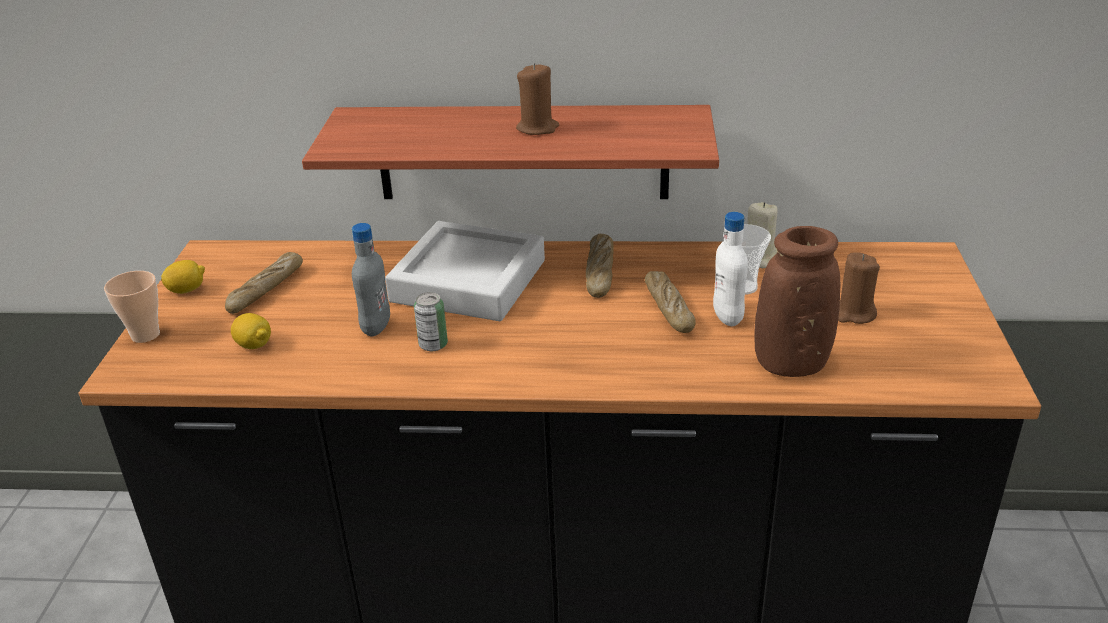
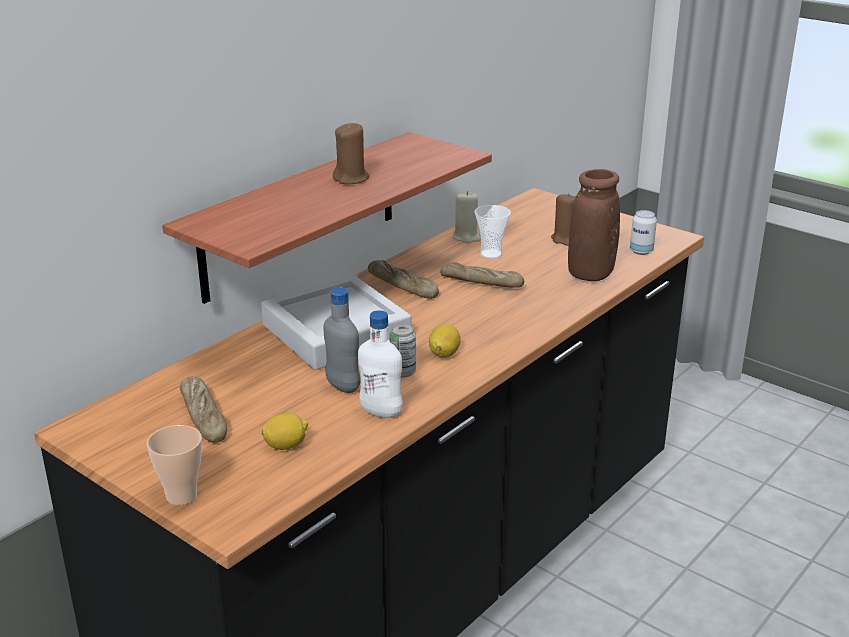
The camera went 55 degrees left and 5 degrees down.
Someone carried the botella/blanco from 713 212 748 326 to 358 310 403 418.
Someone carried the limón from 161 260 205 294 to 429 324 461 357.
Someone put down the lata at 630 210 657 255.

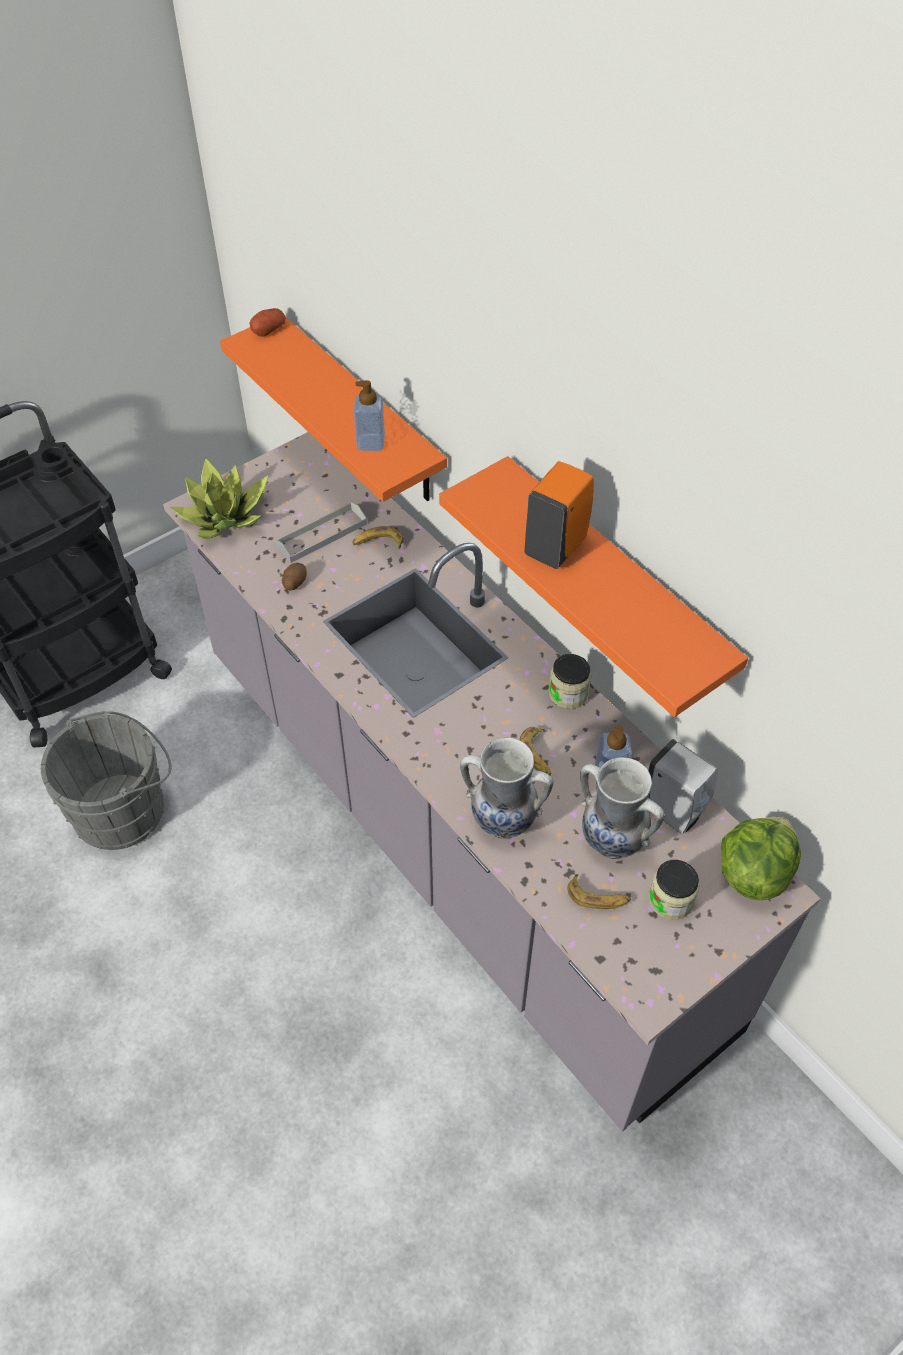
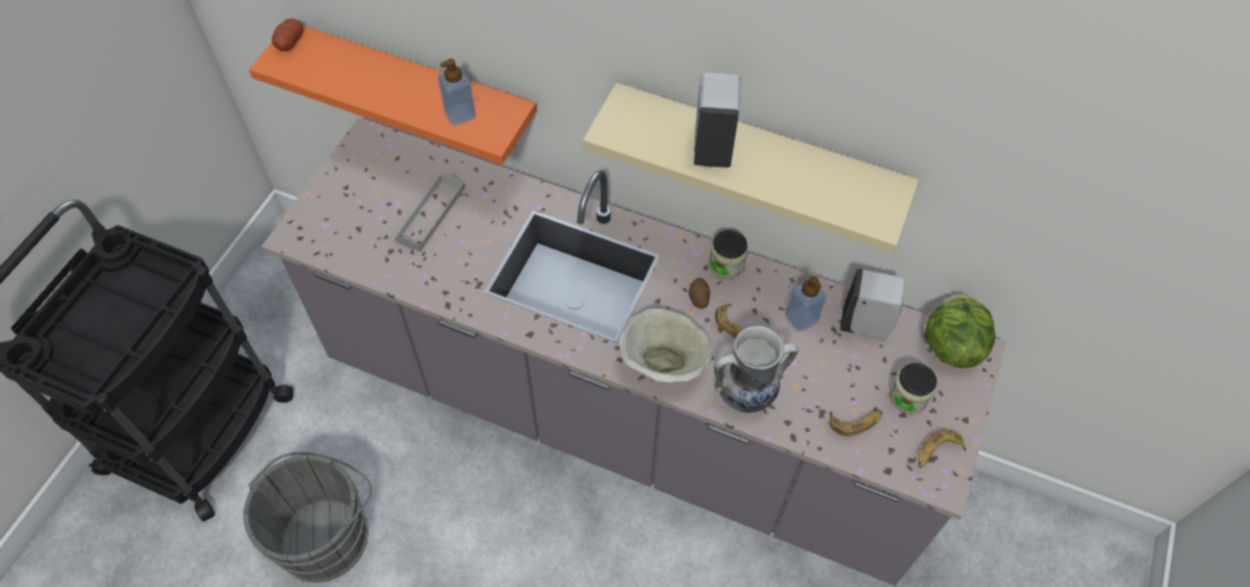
The camera went 30 degrees left and 5 degrees up.
Someone repainted the estante/naranja at 439 456 748 717, which became the estante/beis at 583 82 919 253.
Someone took away the planta en maceta at 170 457 268 539.
Someone repainted the dispensador de jabón/naranja at 524 461 594 569, which became the dispensador de jabón/blanco at 694 72 741 168.
Someone carried the plátano from 352 526 404 549 to 918 430 966 468.
Someone carried the patata from 282 563 307 590 to 689 279 710 309.
Someone took away the florero at 580 757 665 859.
Someone put down the cuenco/beis at 620 308 713 383.

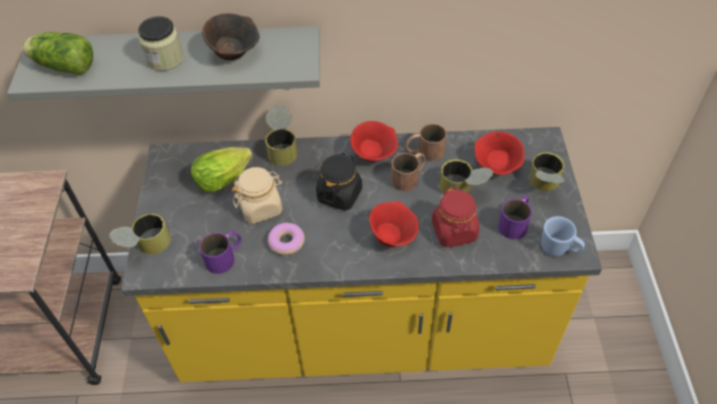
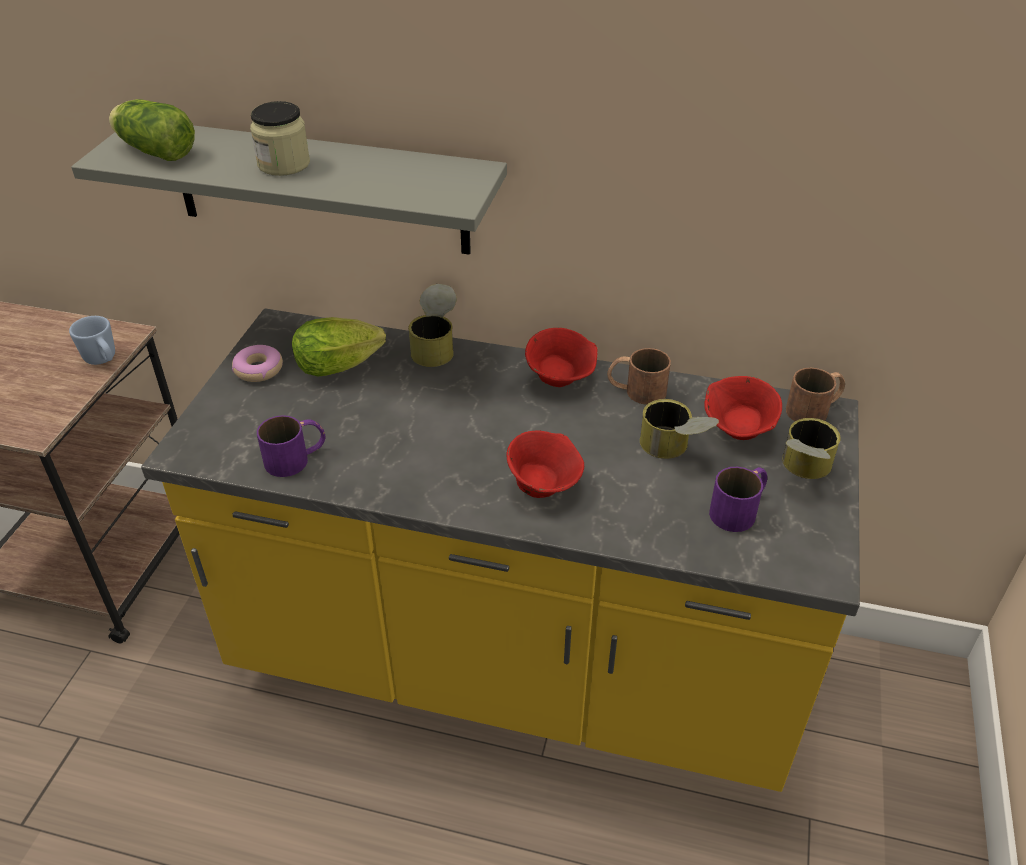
The camera went 15 degrees right and 10 degrees down.
Someone took away the cuenco/marrón at 202 13 260 60.
Someone took away the tarro/negro at 316 153 362 211.
Someone carried the taza grande/marrón from 391 153 426 192 to 786 368 845 421.
Someone took away the tarro/beis at 232 167 282 224.
Someone took away the tarro/rojo at 432 187 479 247.
Someone took away the lata at 109 213 171 254.
Someone carried the taza grande/azul from 541 216 585 256 to 69 316 115 365.
Someone carried the rosquilla from 268 223 305 255 to 232 345 283 382.

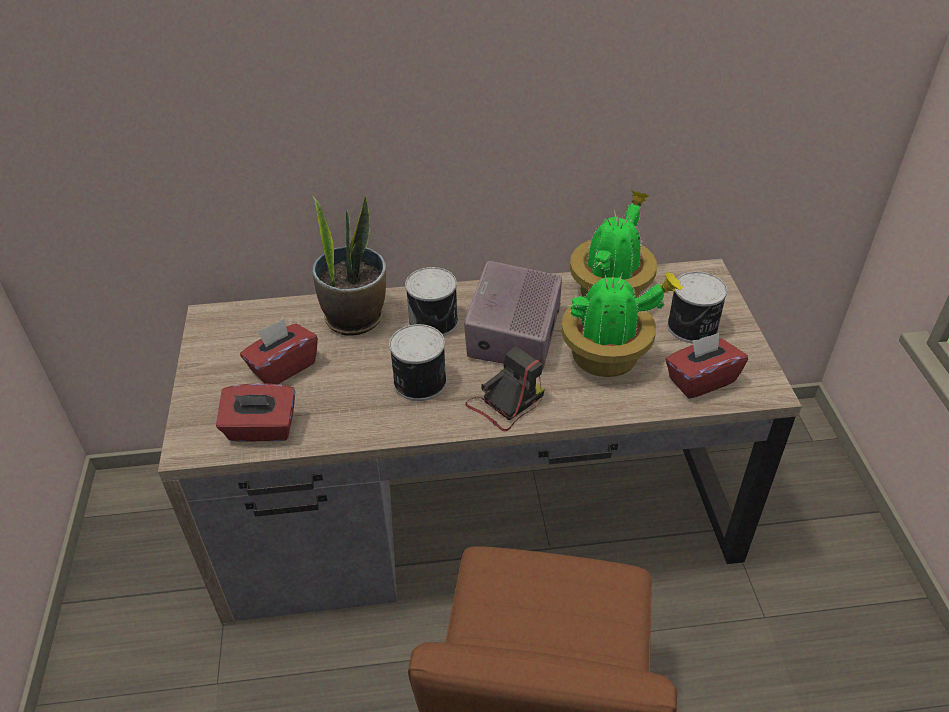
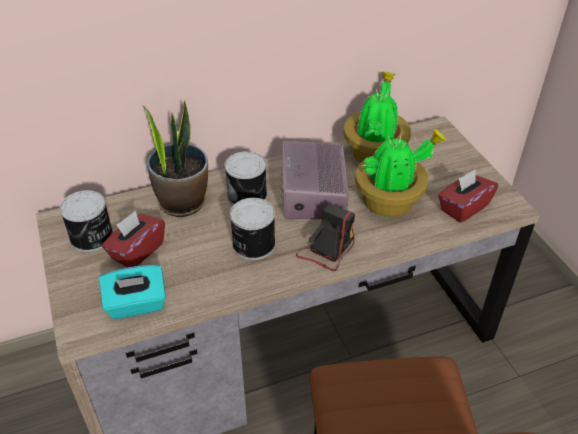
The camera went 15 degrees left and 0 degrees up.
Someone carried the lata from 667 271 727 343 to 60 190 113 252.
Someone repainted the caja de pañuelos/rojo at 216 383 295 442, which became the caja de pañuelos/turquesa at 99 265 166 319.

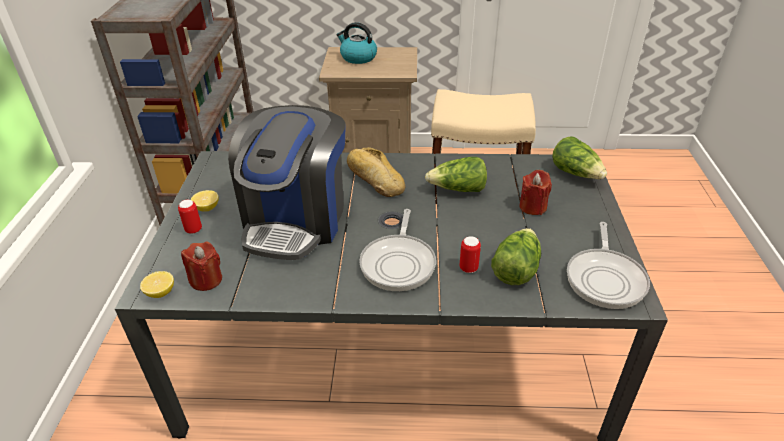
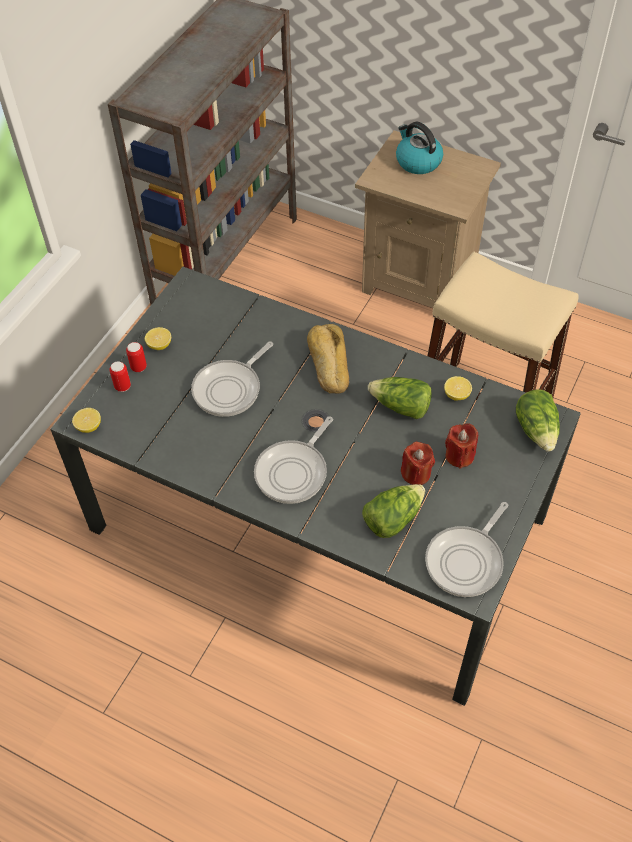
The camera went 25 degrees right and 15 degrees up.
Someone swapped the cafetera at 228 105 346 260 for the sartén at 191 341 273 417.
Someone carried the lata from 459 236 481 273 to 110 361 131 392.
Someone carried the vela/rojo from 181 242 222 291 to 401 442 435 485.
Someone put down the limón at 444 376 472 401.

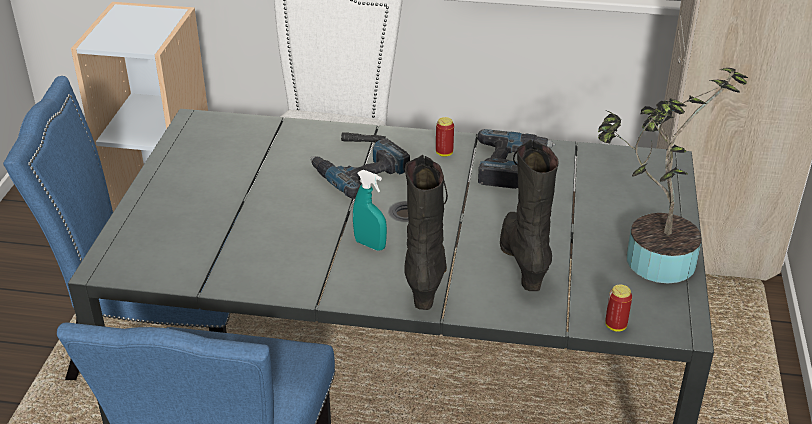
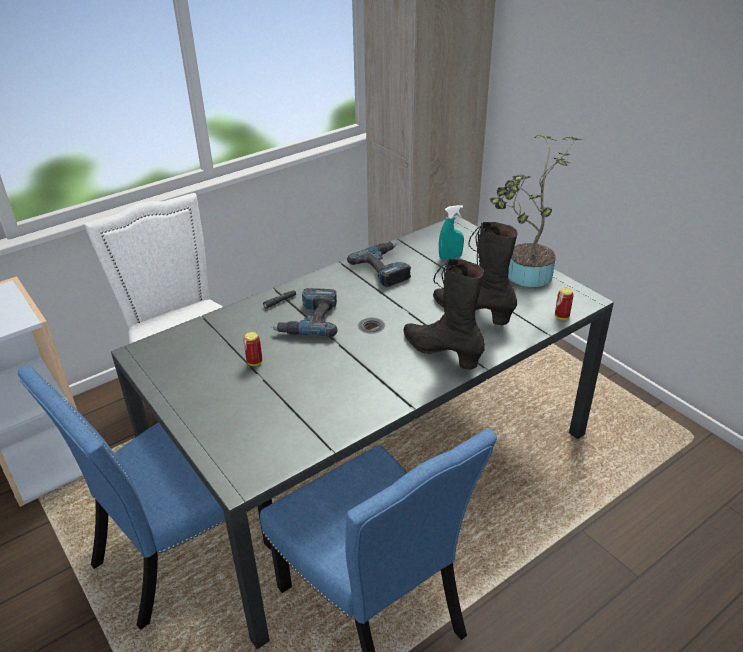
The camera went 45 degrees left and 0 degrees up.
Someone carried the lata from 436 117 454 157 to 243 332 262 366.
Someone carried the pulverizador/turquesa from 353 170 387 251 to 439 205 464 260.

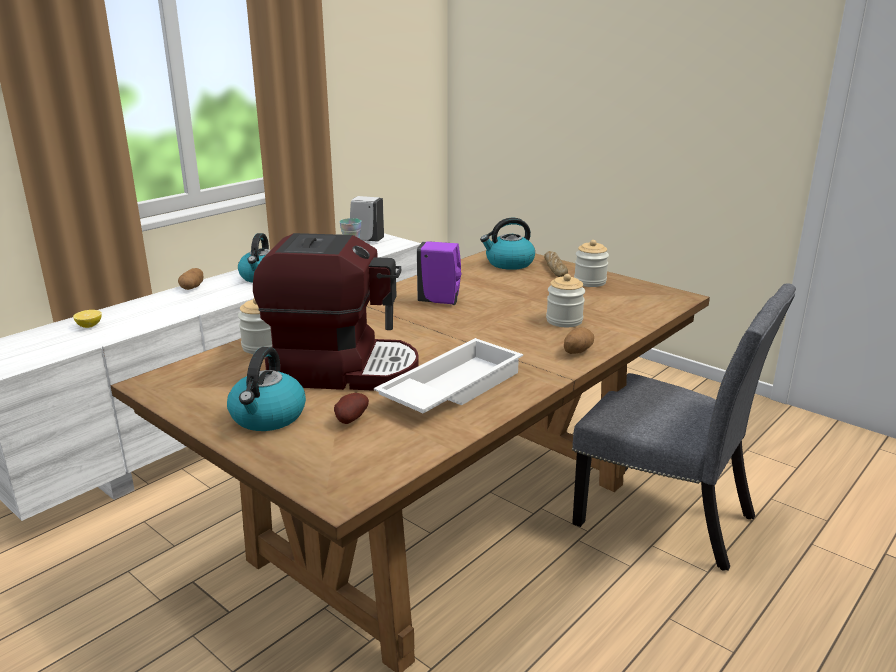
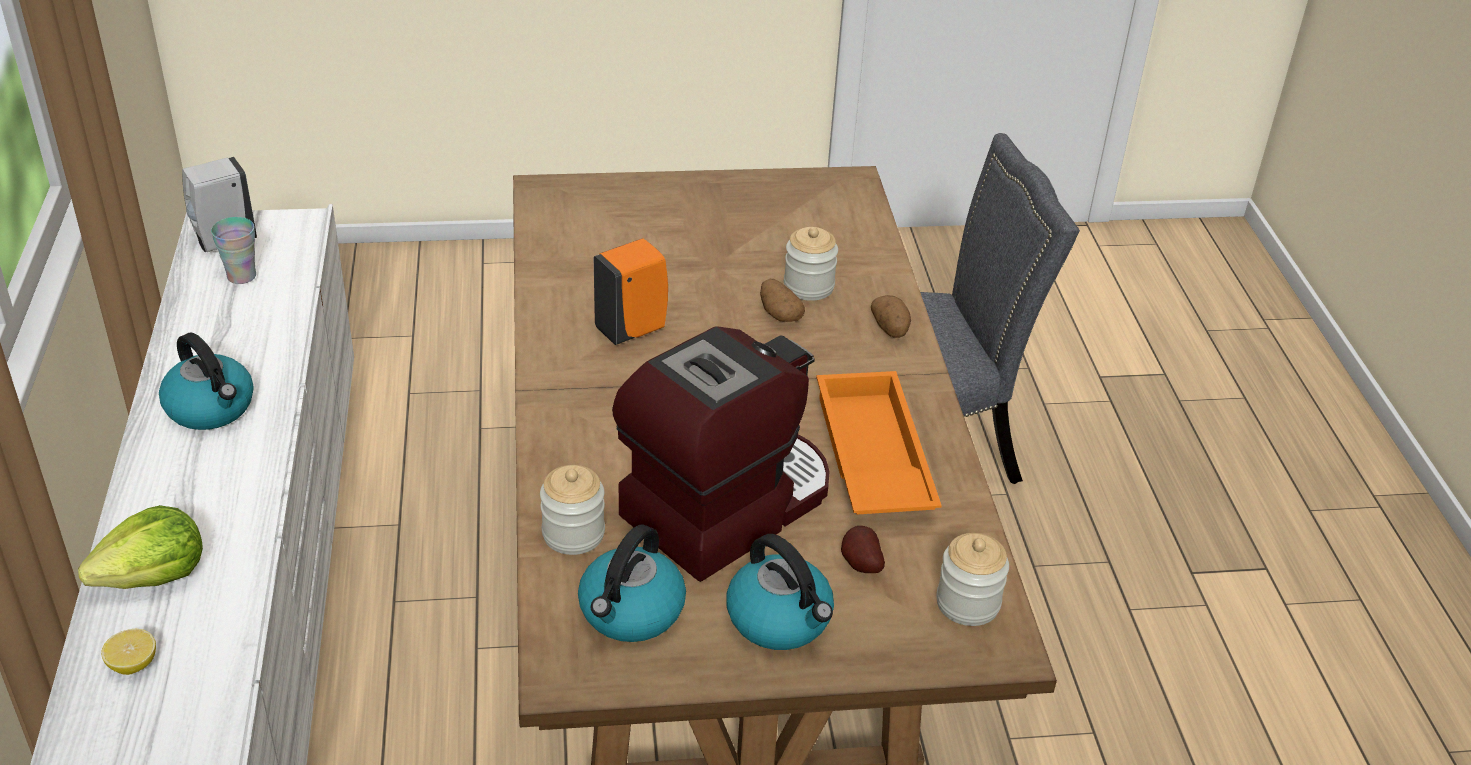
The camera went 50 degrees left and 15 degrees up.
Someone carried the hervidor from 480 218 535 270 to 578 525 686 642.
Someone carried the tarro from 574 240 609 287 to 936 533 1009 626.
Someone repainted the dispensador de jabón/morado at 417 241 461 305, which became the dispensador de jabón/naranja at 594 238 668 345.
Someone took away the pan at 544 251 568 277.
Someone carried the patata from 178 268 203 290 to 760 279 805 322.
Someone repainted the bandeja/blanco at 374 338 523 413, which became the bandeja/naranja at 816 371 942 515.
Someone put down the lechuga at 78 505 203 589.

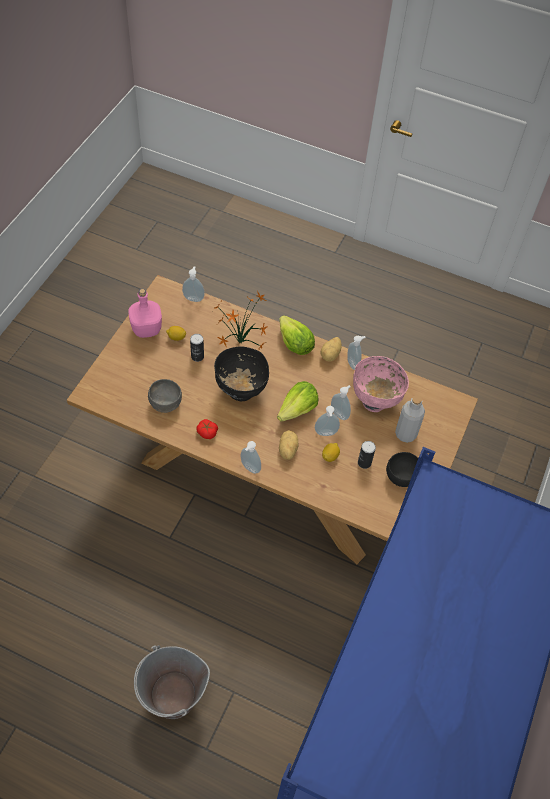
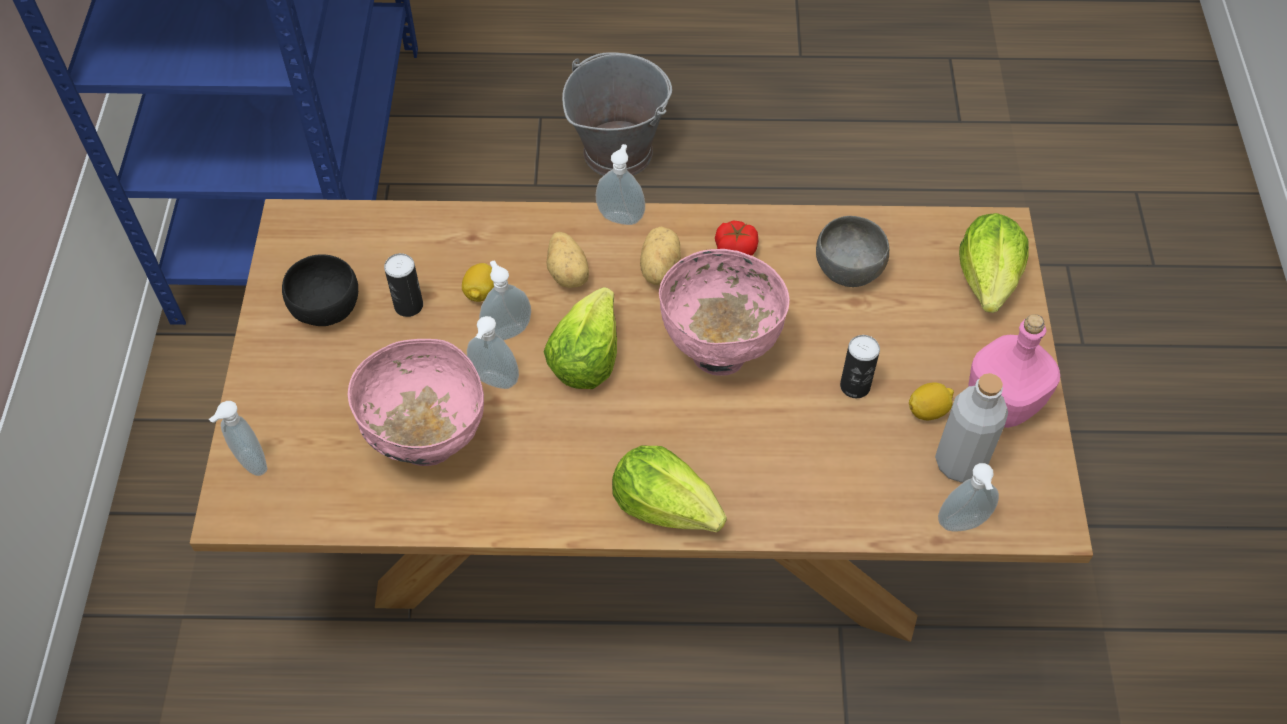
The camera went 160 degrees right and 0 degrees up.
Someone took away the planta en maceta at 214 293 268 351.
Someone carried the dispensador de jabón from 347 336 365 370 to 209 401 268 476.
Someone carried the patata from 320 337 342 362 to 640 227 681 285.
Someone repainted the cuenco/negro at 214 346 269 401, which became the cuenco/rosa at 659 249 790 376.
Someone carried the botella/gris from 395 395 425 443 to 935 373 1008 483.
Someone put down the lechuga at 959 213 1029 313.

